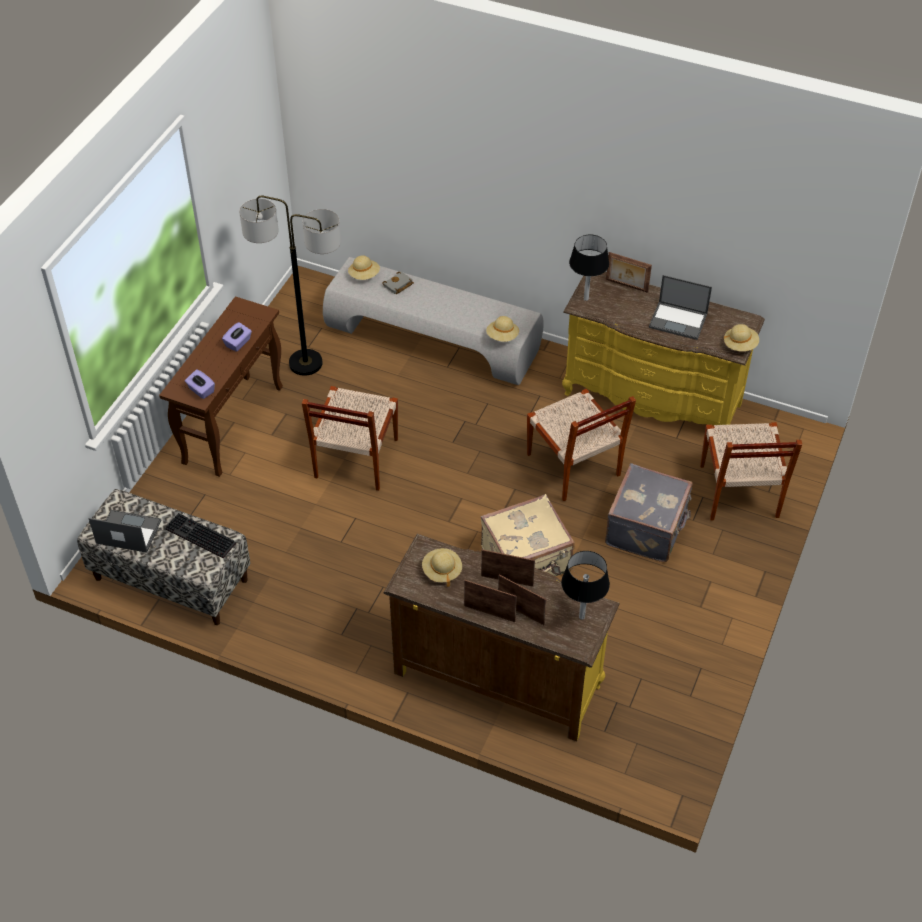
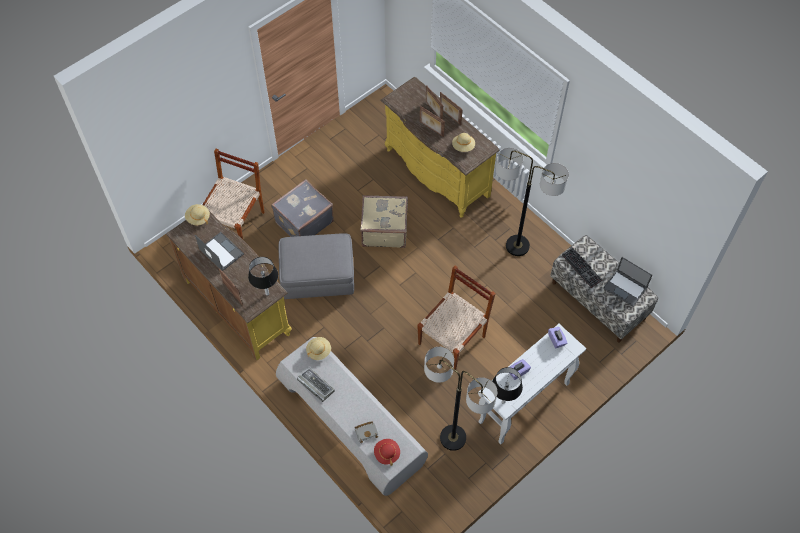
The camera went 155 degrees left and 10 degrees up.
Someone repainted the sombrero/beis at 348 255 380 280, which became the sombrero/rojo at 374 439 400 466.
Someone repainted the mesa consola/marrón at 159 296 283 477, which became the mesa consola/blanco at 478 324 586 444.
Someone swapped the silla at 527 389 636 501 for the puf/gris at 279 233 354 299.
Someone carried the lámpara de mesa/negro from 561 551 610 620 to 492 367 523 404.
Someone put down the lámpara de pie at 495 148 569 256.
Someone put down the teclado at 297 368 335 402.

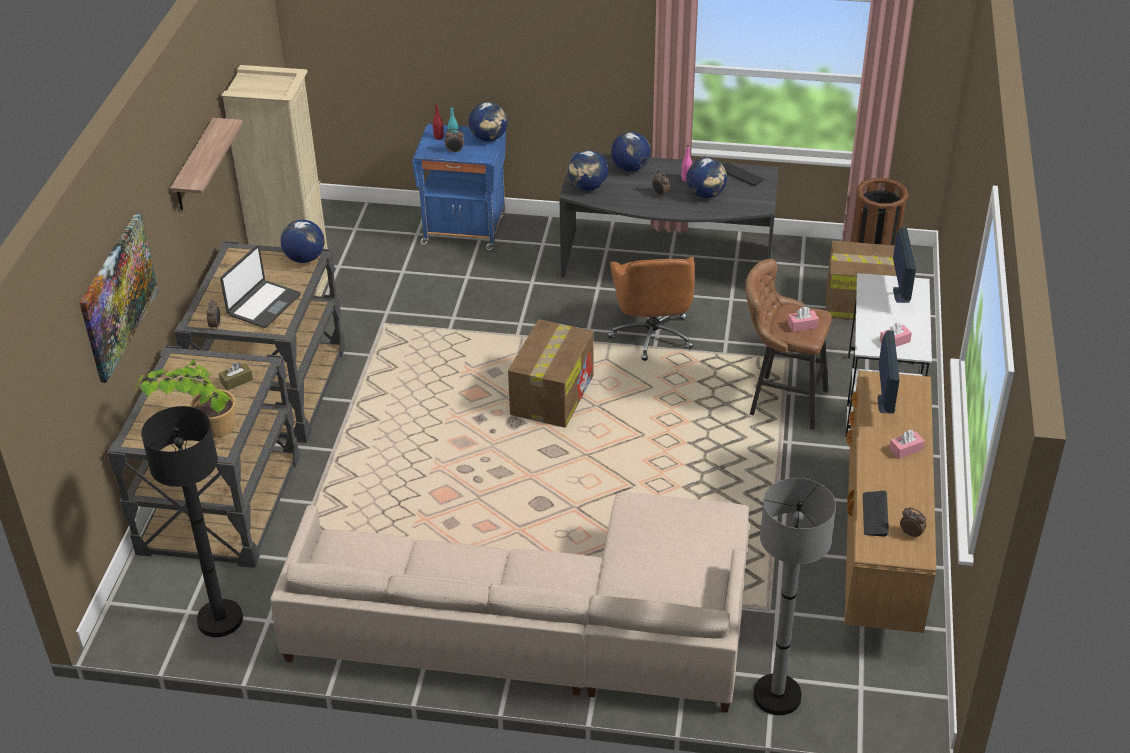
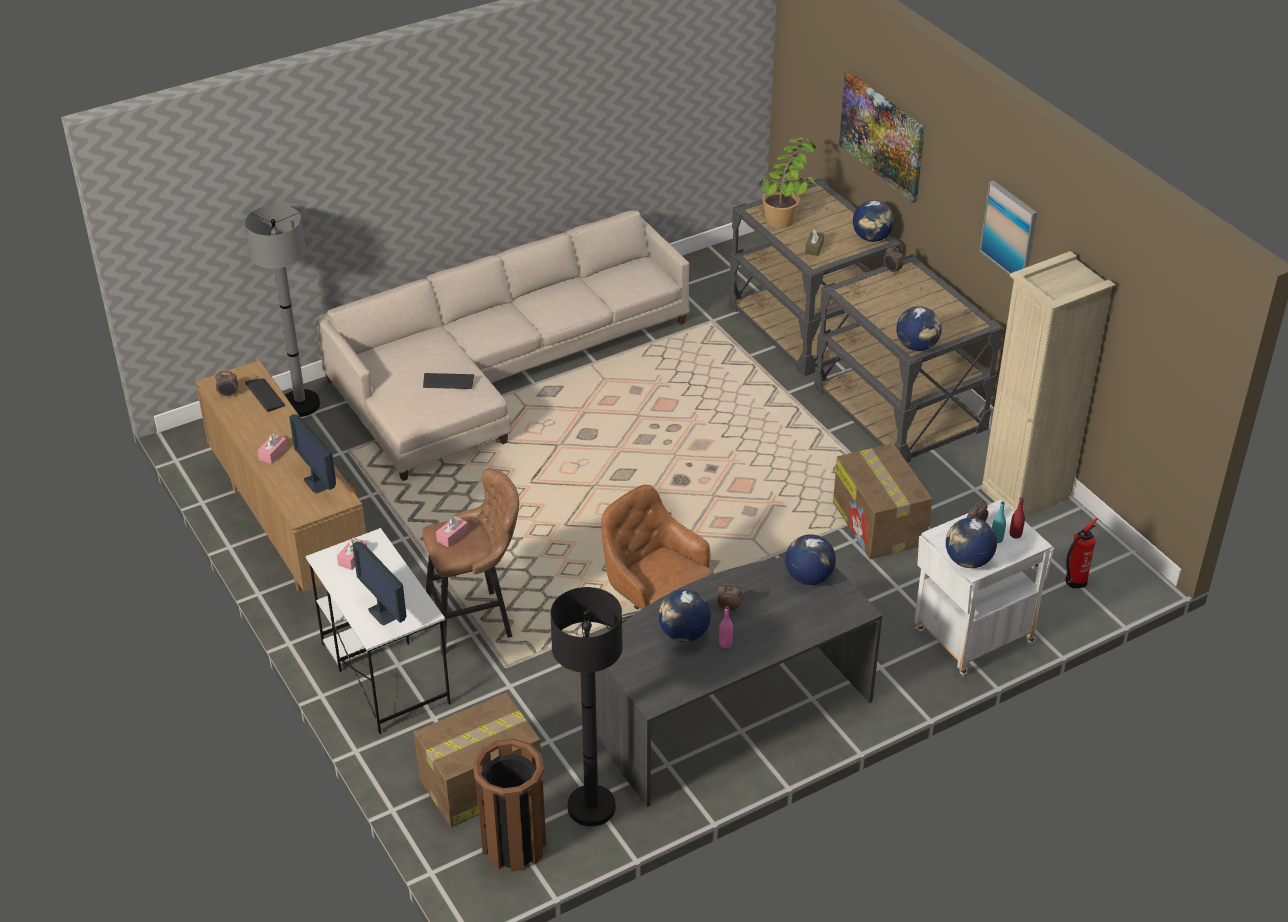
The camera went 140 degrees right and 0 degrees up.
Someone swapped the estante at 170 118 243 211 for the cuadro at 980 180 1037 275.
Someone repainted the carrito/azul at 412 124 506 250, which became the carrito/blanco at 914 499 1054 677.
Someone carried the globo terráqueo from 611 132 651 172 to 853 200 894 242.
Someone carried the teclado from 723 163 764 186 to 423 373 474 389.
Someone took away the portátil at 220 245 301 328.
Someone carried the caja de cartón from 508 319 594 428 to 833 443 932 559.
Someone carried the lámpara de pie/negro from 141 406 243 637 to 550 587 623 826.
Someone put down the extintor at 1065 518 1098 589.

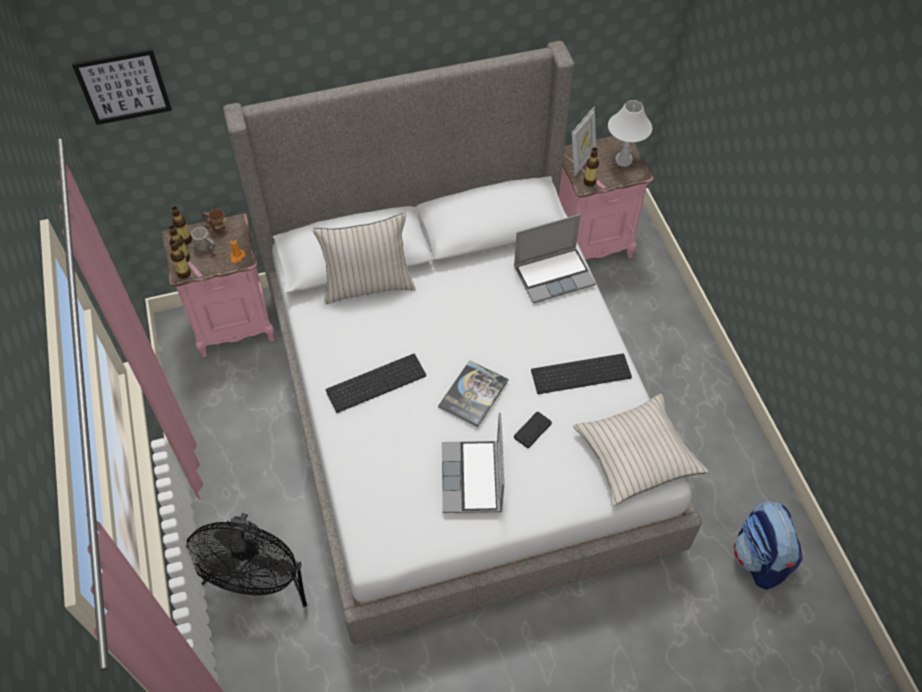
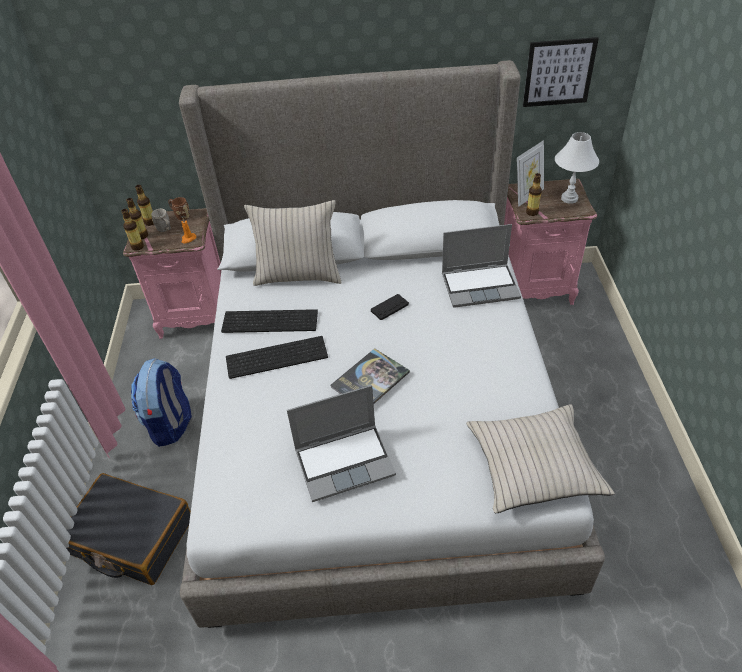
The camera went 15 degrees right and 10 degrees down.
Someone carried the cuadro from 72 49 172 125 to 523 37 599 107.
Someone carried the teclado from 531 354 632 394 to 221 309 318 333.
Someone rotated the portátil at 442 412 504 513 by 120 degrees counterclockwise.
Someone carried the mando de consola/negro from 514 412 552 448 to 371 294 409 320.
Someone carried the mochila from 734 501 802 590 to 131 358 192 447.
Someone swapped the ventilador/negro at 186 513 307 607 for the maleta/negro at 66 473 191 585.

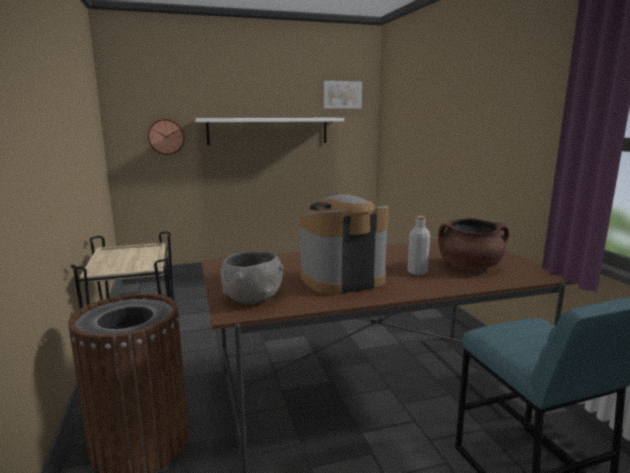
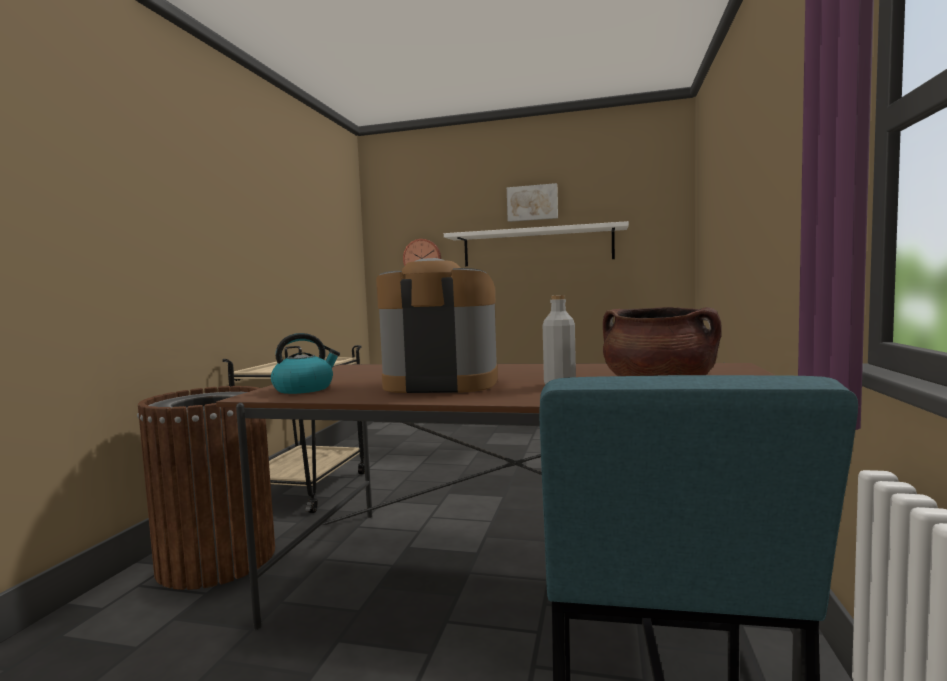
The camera went 30 degrees right and 10 degrees down.
Someone carried the cuadro from 324 81 362 109 to 507 183 558 222.
Someone swapped the cuenco/gris at 221 252 283 304 for the hervidor at 271 333 340 394.

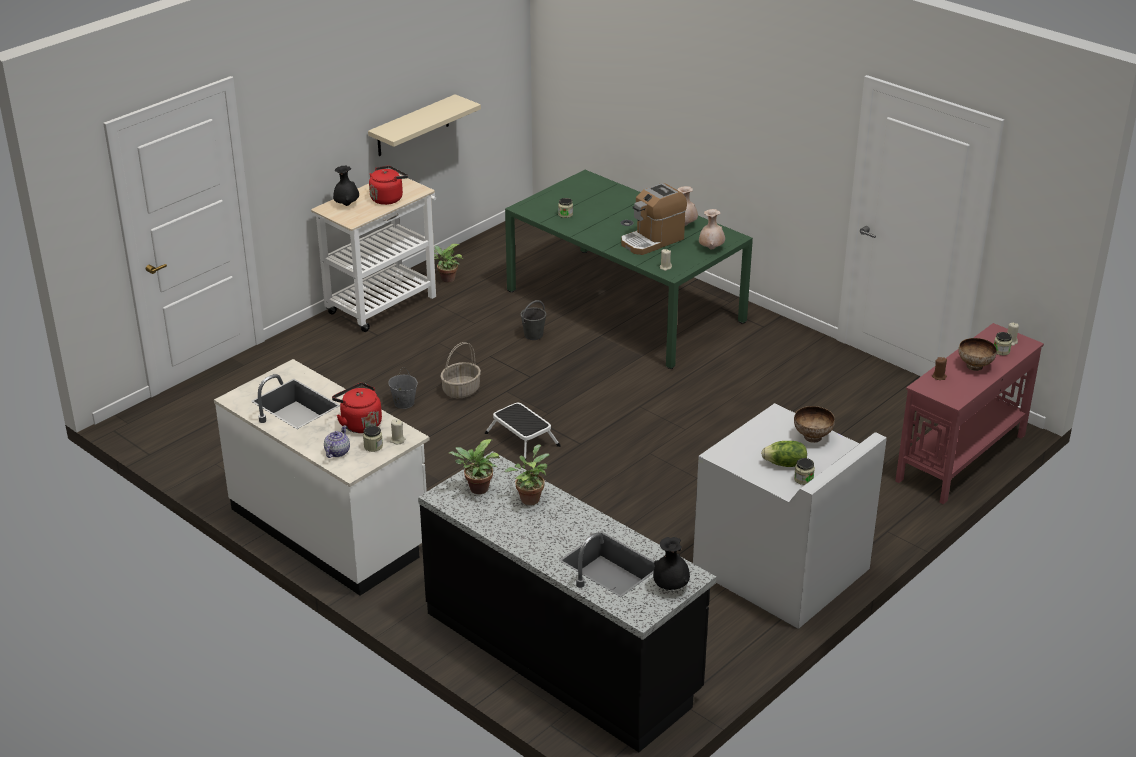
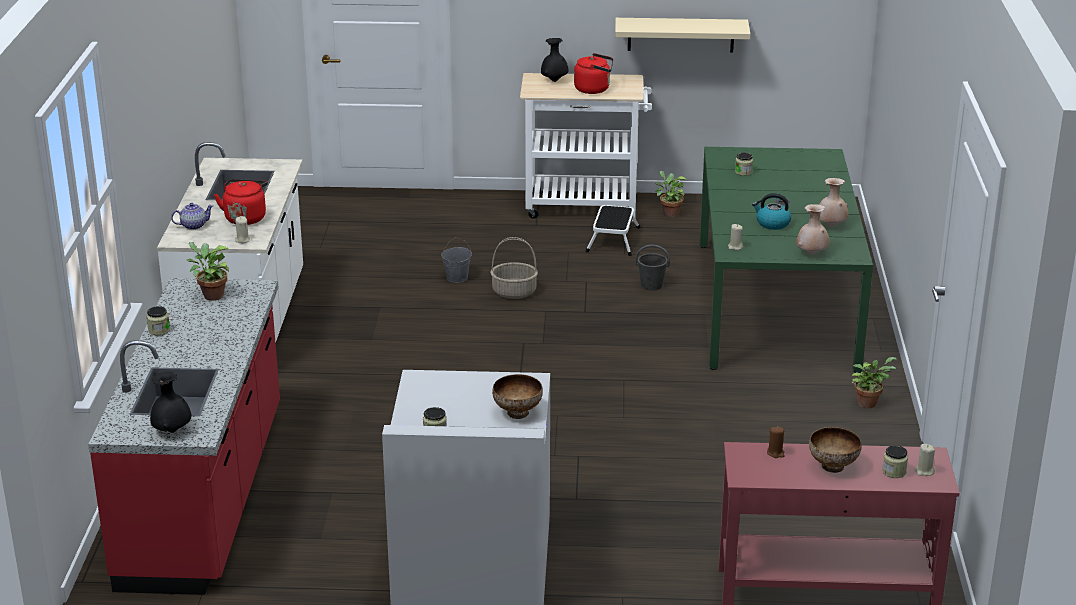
The camera went 50 degrees right and 5 degrees down.
Someone swapped the cafetera at 621 183 687 255 for the hervidor at 752 193 791 230.
Someone carried the escalera de tijera/negro from 485 403 560 460 to 585 205 641 256.
Someone carried the tarro from 363 426 383 452 to 147 306 170 336.
Someone took away the lechuga at 761 441 807 467.
Someone carried the planta en maceta from 505 445 550 505 to 852 357 897 408.
Someone repainted the mueble bajo de cocina/negro at 418 451 716 752, which became the mueble bajo de cocina/rojo at 88 278 280 595.

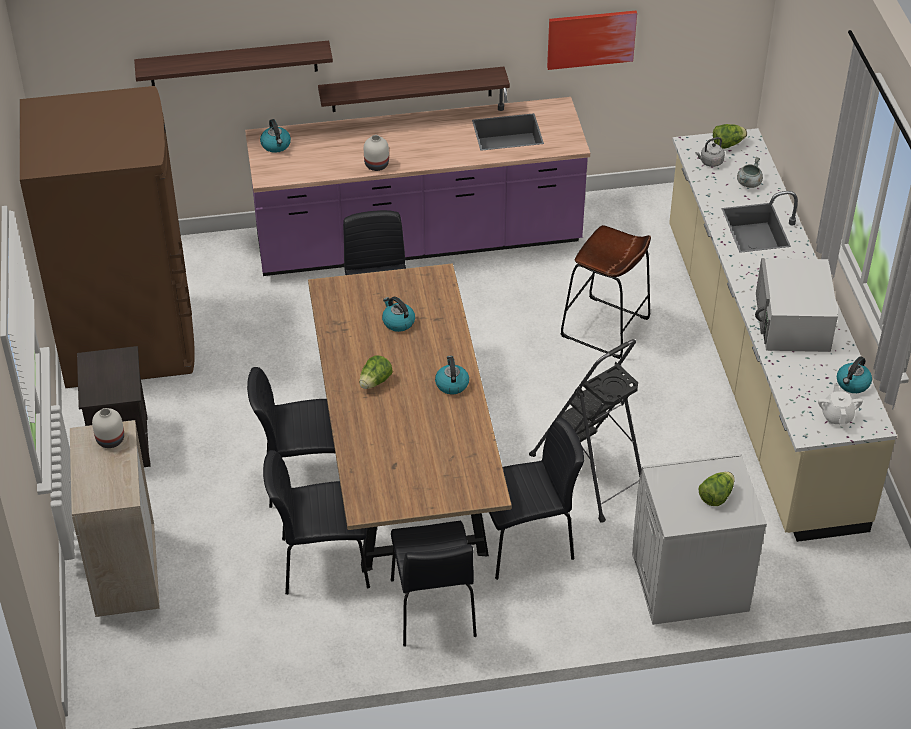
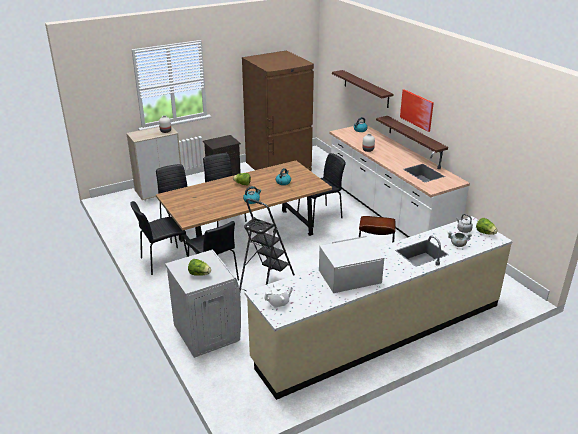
The camera went 70 degrees right and 15 degrees down.
Someone carried the cuadro from 547 11 637 70 to 400 89 434 132.
Someone repainted the mueble bajo de cocina/morado at 245 88 590 276, which became the mueble bajo de cocina/blanco at 329 125 470 237.
Someone took away the hervidor at 837 356 872 393.

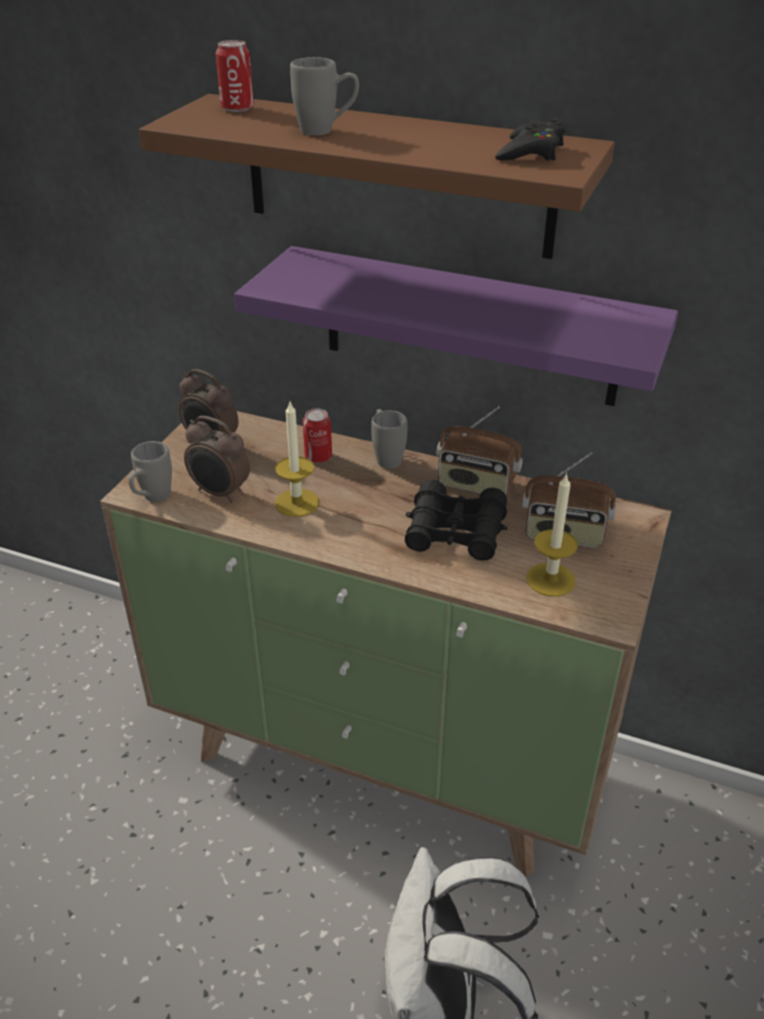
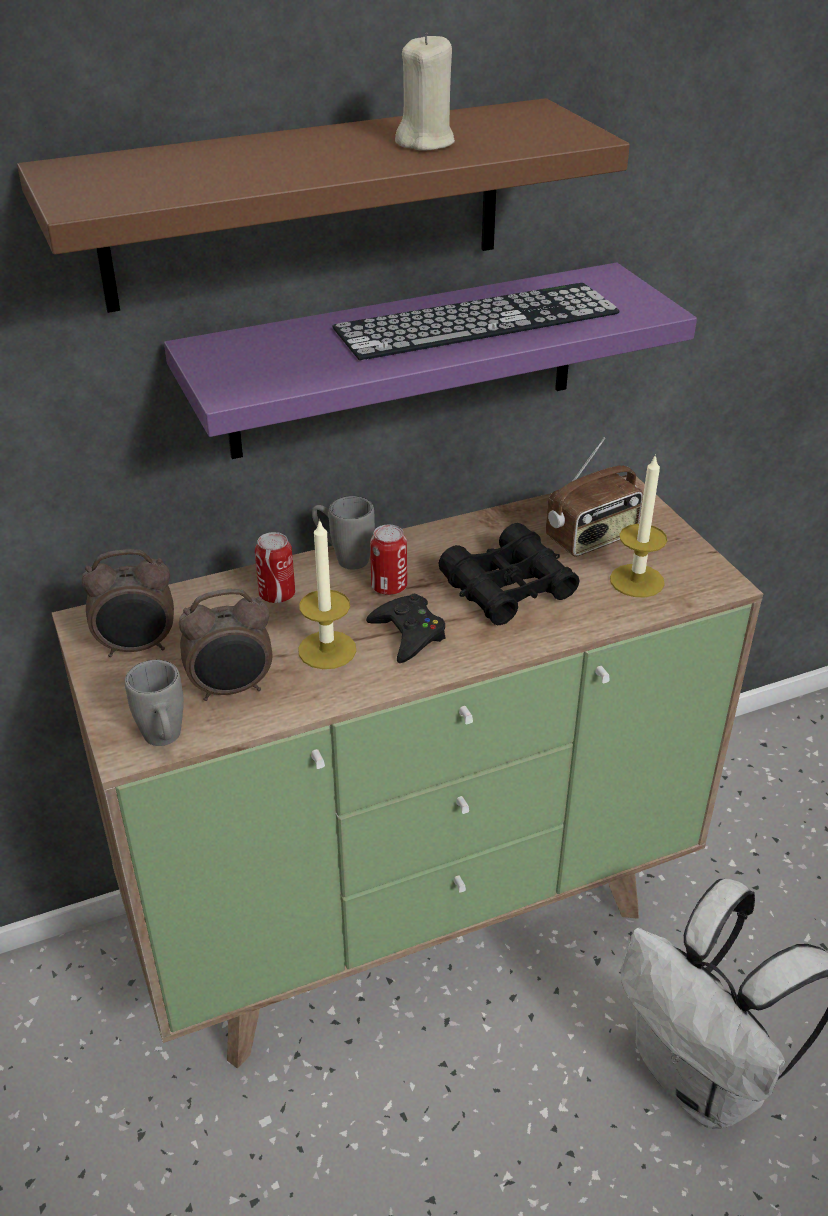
The camera went 45 degrees left and 0 degrees up.
Someone carried the lata from 216 40 254 112 to 370 524 407 595.
Someone took away the taza grande/gris at 290 57 359 136.
Someone carried the mando de consola/negro from 495 118 566 161 to 366 594 446 663.
Someone took away the radio at 436 406 523 496.
Someone put down the vela/beis at 395 33 455 151.
Someone put down the teclado at 332 283 619 361.

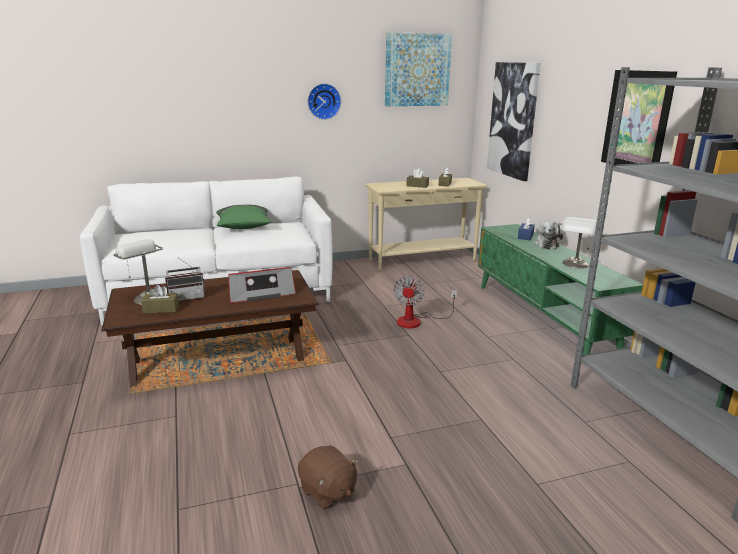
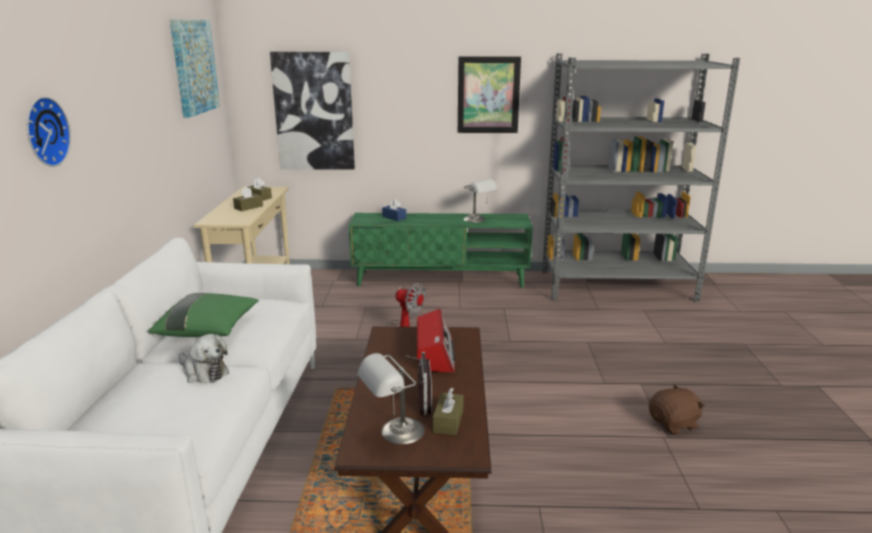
The camera went 70 degrees left and 0 degrees up.
Someone carried the reloj de pared from 308 83 341 120 to 27 97 71 167.
Someone carried the peluche from 534 221 563 249 to 178 334 229 384.

